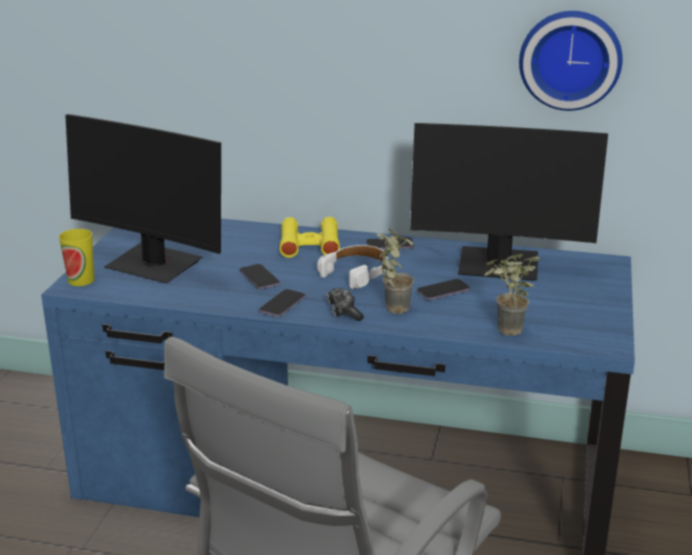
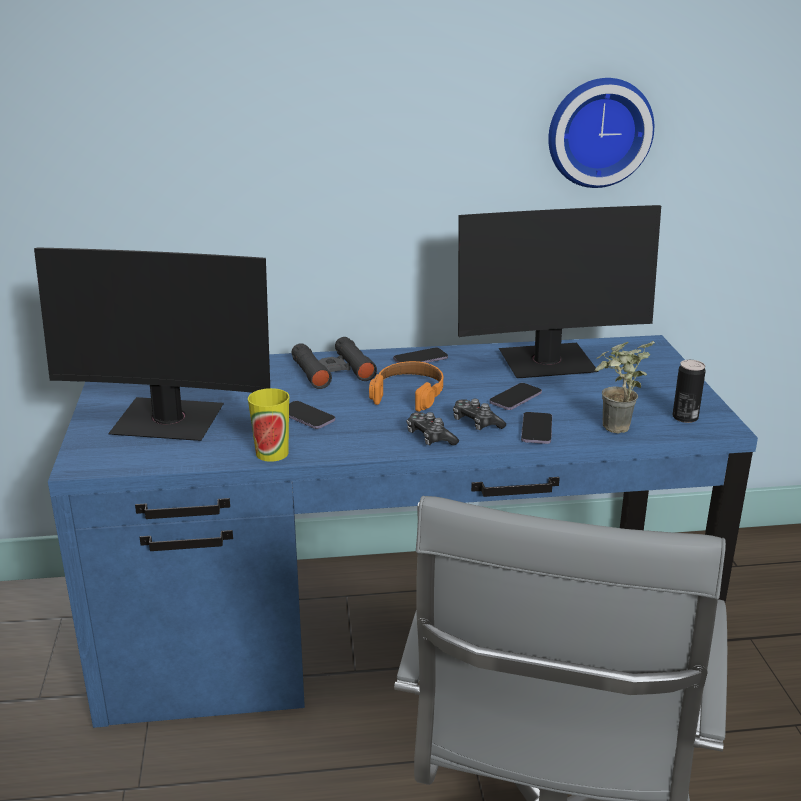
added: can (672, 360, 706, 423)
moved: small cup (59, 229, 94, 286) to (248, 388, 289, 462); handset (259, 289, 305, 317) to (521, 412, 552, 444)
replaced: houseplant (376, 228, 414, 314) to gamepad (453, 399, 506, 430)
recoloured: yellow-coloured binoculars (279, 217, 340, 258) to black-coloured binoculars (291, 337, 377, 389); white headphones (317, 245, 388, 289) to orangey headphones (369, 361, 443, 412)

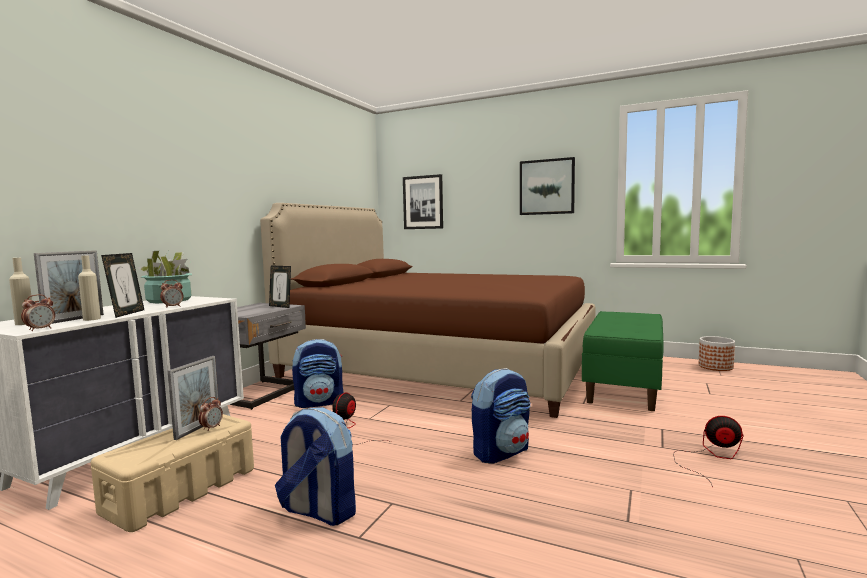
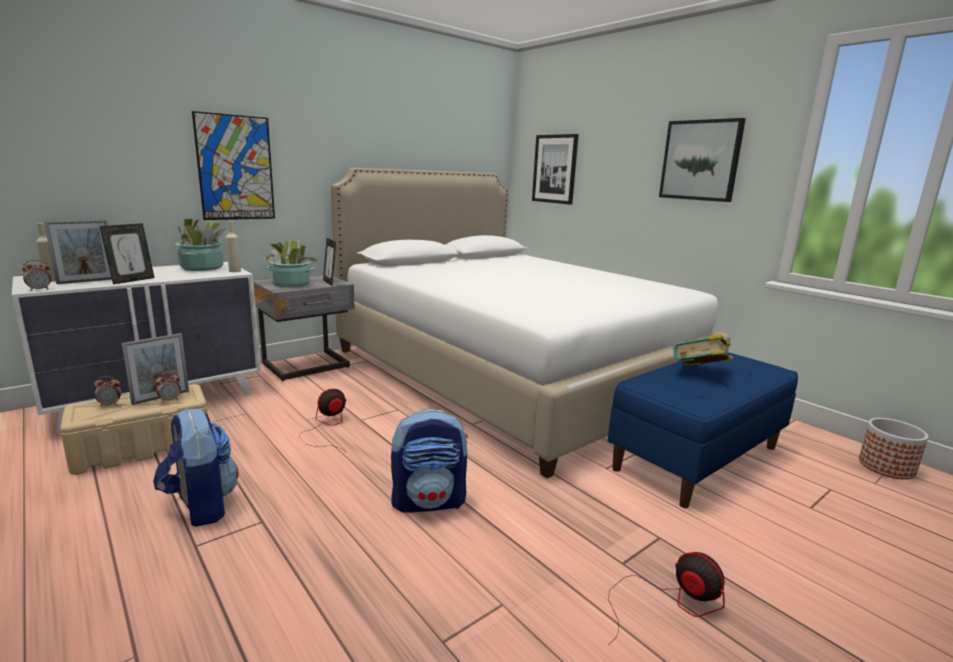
removed: backpack (292, 339, 344, 408)
added: picture (192, 111, 275, 220); houseplant (263, 240, 318, 287); book (673, 334, 734, 366)
moved: sand-coloured bottle (78, 256, 101, 321) to (226, 221, 241, 272); bedside clock (160, 280, 183, 308) to (94, 376, 122, 406)
recoloured: brownish bedroom bed (260, 203, 596, 418) to white bedroom bed (331, 168, 730, 478); green indoor bench (582, 311, 664, 411) to blue-coloured indoor bench (608, 352, 798, 508)

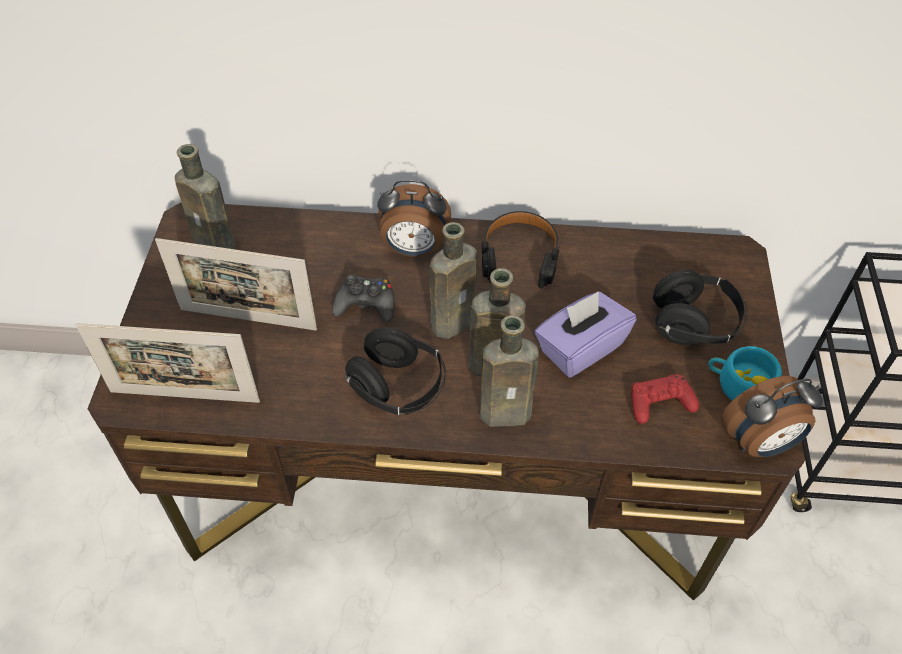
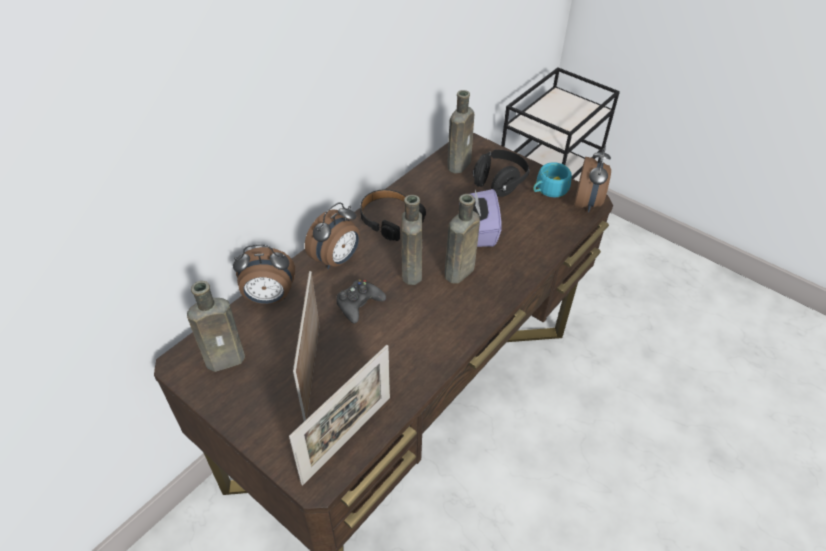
removed: black-coloured headphones (343, 327, 446, 415); red-coloured gamepad (631, 374, 699, 424)
added: bedside clock (233, 244, 295, 304)
moved: brownish bottle (480, 315, 539, 427) to (447, 90, 474, 174)
turned: picture frame (155, 238, 317, 331) = (293, 271, 320, 421) 135 degrees clockwise

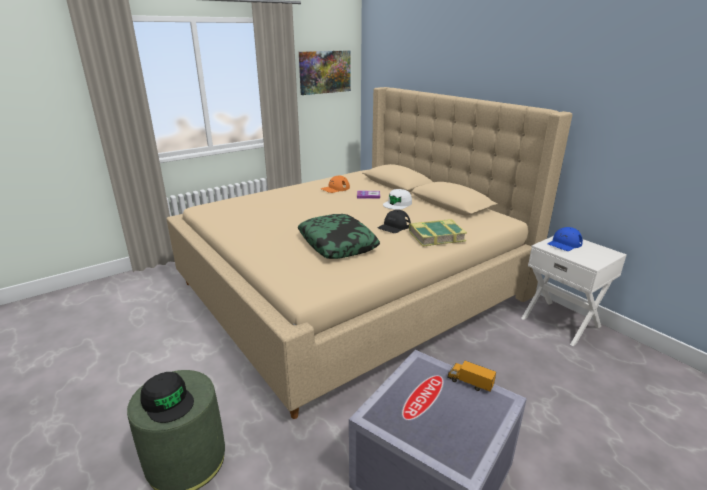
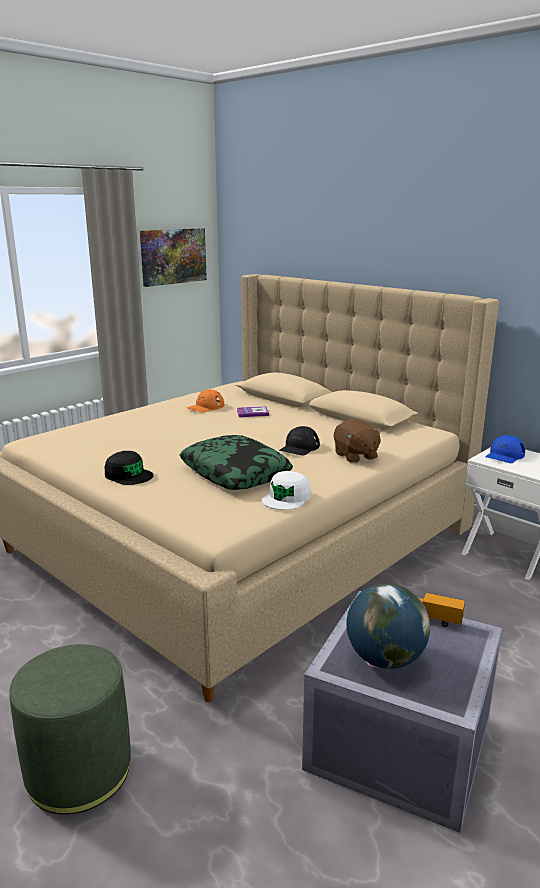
added: globe (346, 583, 430, 669)
moved: black-coloured cap (140, 372, 194, 423) to (105, 451, 154, 485); white cap (383, 189, 412, 210) to (262, 471, 311, 510)
replaced: book (409, 219, 467, 247) to brownish plush toy (334, 419, 383, 463)

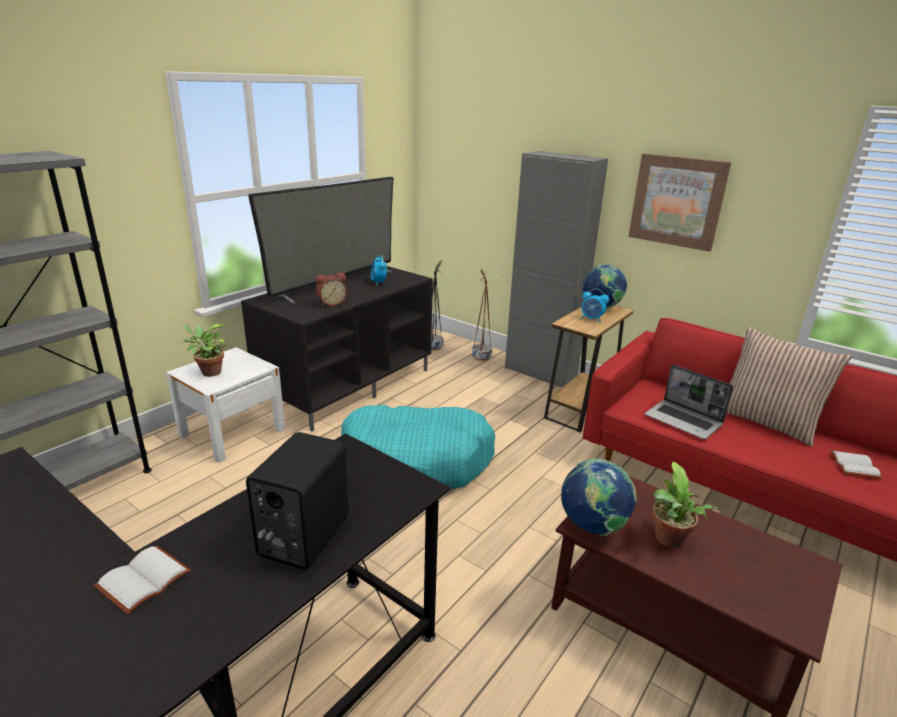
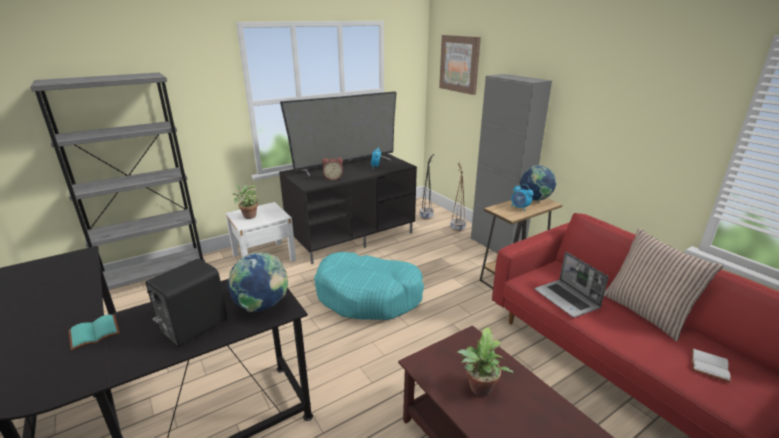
moved: globe (561, 458, 637, 536) to (228, 252, 288, 312); picture (628, 153, 732, 252) to (439, 35, 481, 95)
recoloured: white book (94, 546, 191, 615) to turquoise book (68, 315, 120, 351)

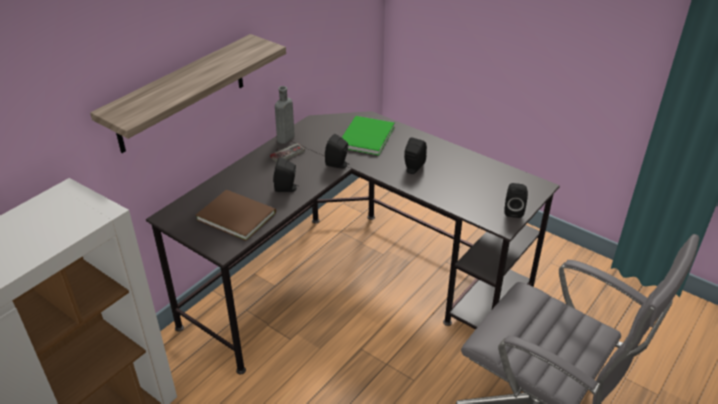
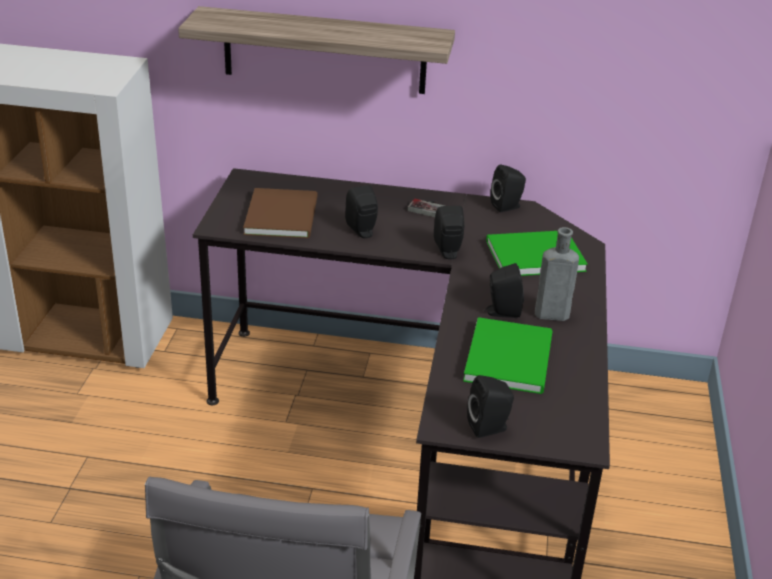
added: green book (463, 317, 553, 394); black-coloured speaker (490, 164, 526, 212)
moved: grey bottle (275, 86, 294, 144) to (535, 227, 579, 321)

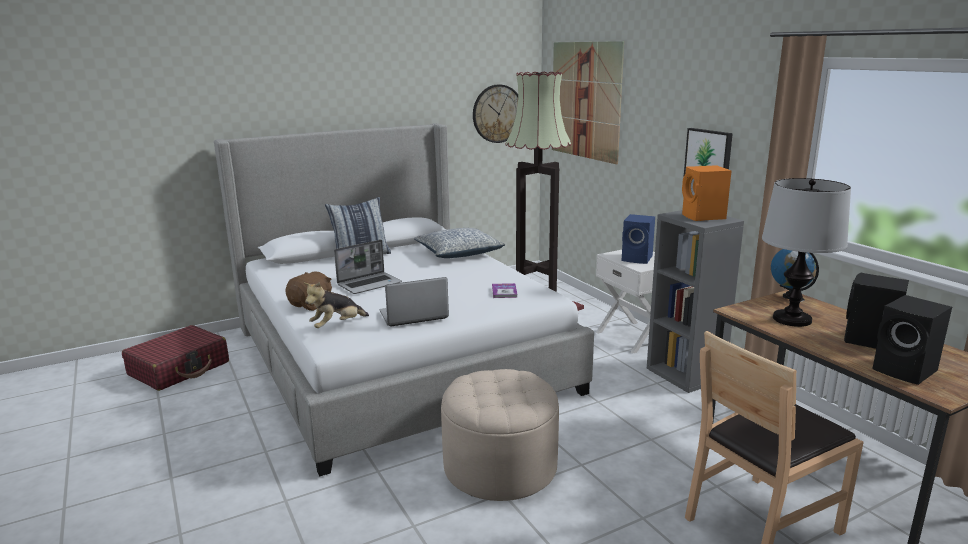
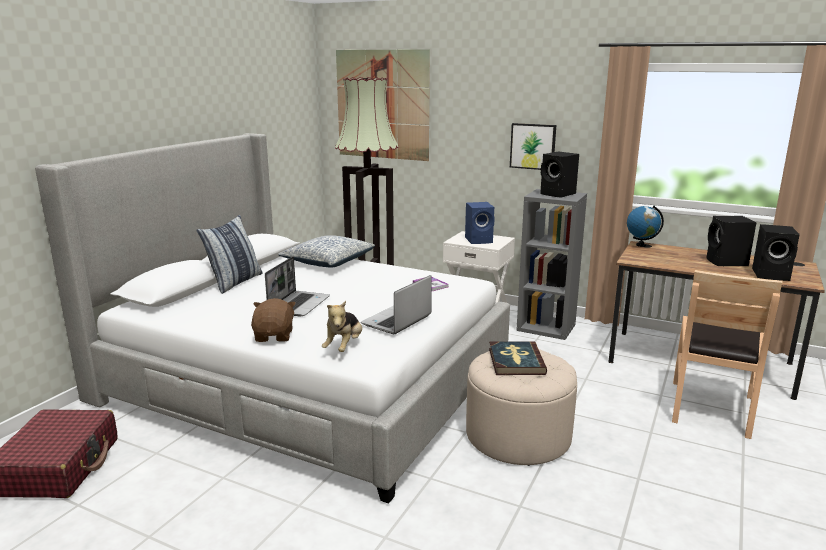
removed: clock on the wall (473, 84, 518, 143); table lamp (762, 178, 851, 327)
added: book (489, 341, 547, 375)
recoloured: orangey speaker (682, 165, 731, 221) to black-coloured speaker (540, 151, 579, 198)

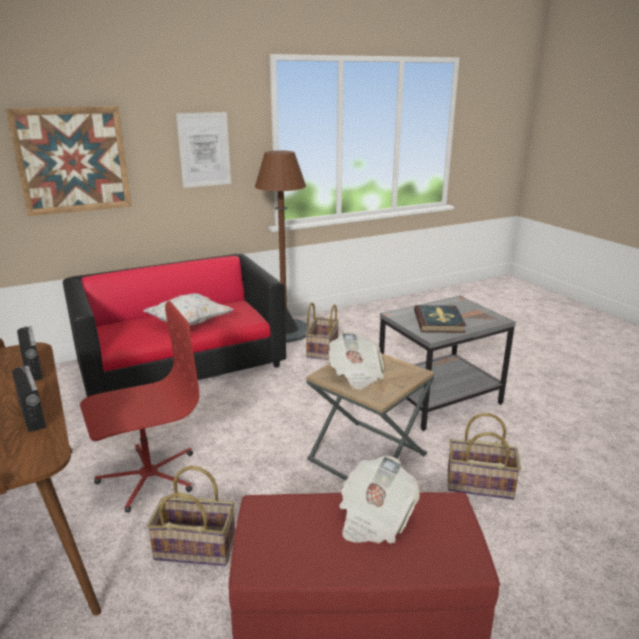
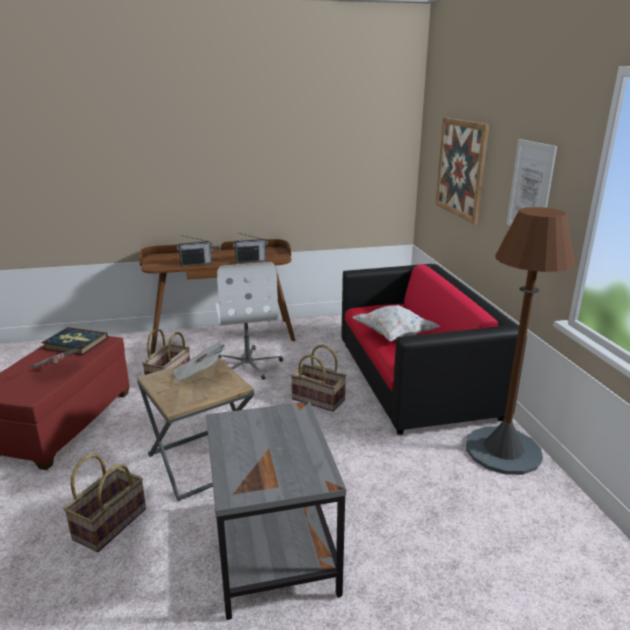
moved: storage basket (305, 302, 339, 360) to (291, 345, 347, 412); book (414, 305, 466, 333) to (41, 327, 108, 355)
recoloured: red-coloured computer chair (80, 301, 199, 513) to white computer chair (215, 262, 283, 380)

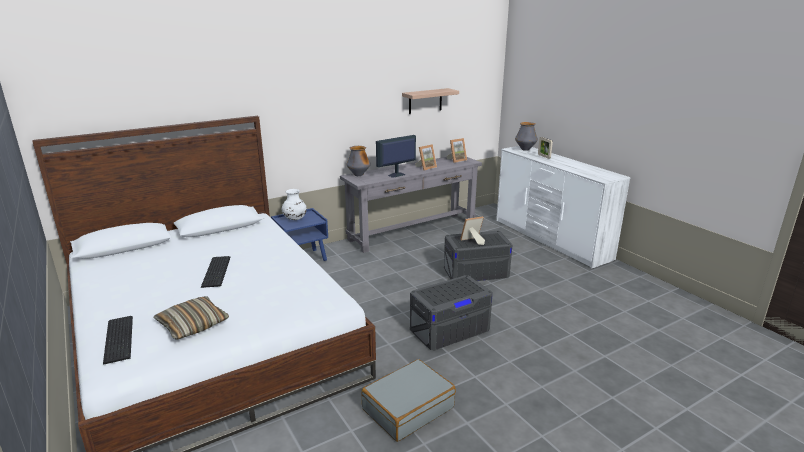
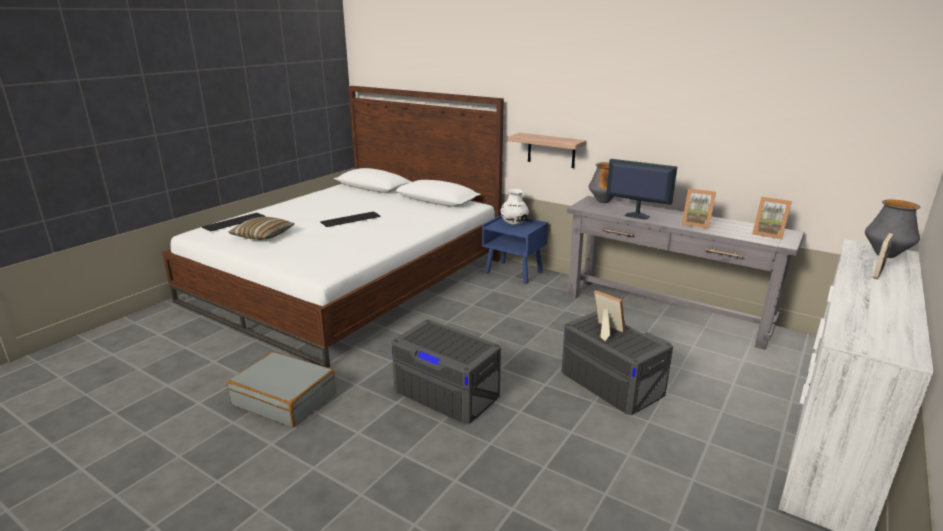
moved: bracket shelf (402, 88, 459, 114) to (508, 133, 586, 168)

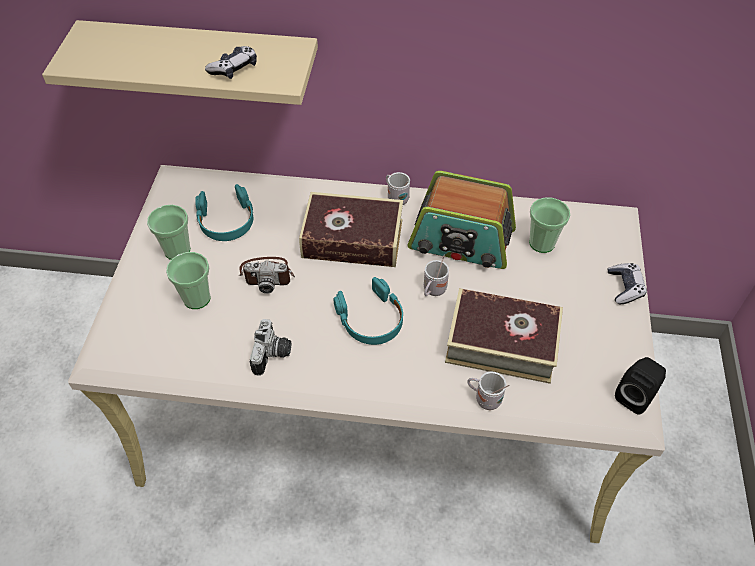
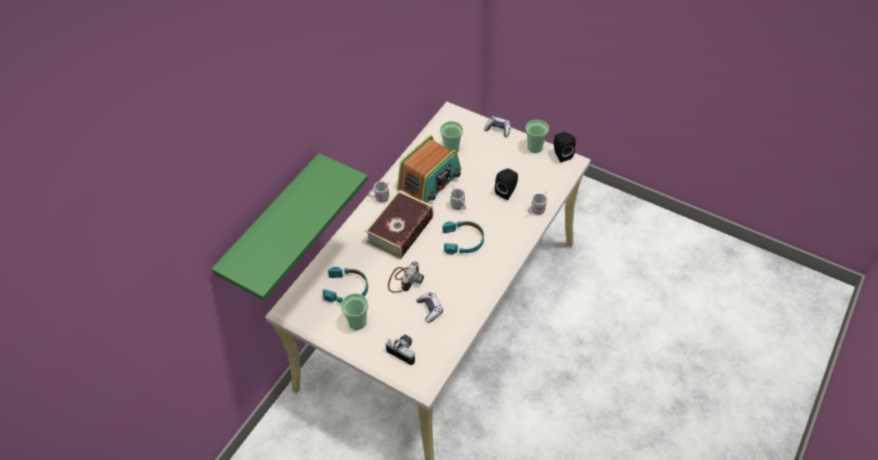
moved: small cup (166, 252, 211, 309) to (526, 120, 549, 153); gamepad (205, 46, 257, 79) to (416, 292, 443, 323); photo camera (250, 319, 291, 376) to (385, 335, 415, 365)
replaced: book (445, 288, 563, 384) to black-coloured speaker (495, 169, 518, 200)
recoloured: sand-coloured bracket shelf (42, 20, 318, 105) to green bracket shelf (212, 153, 368, 301)

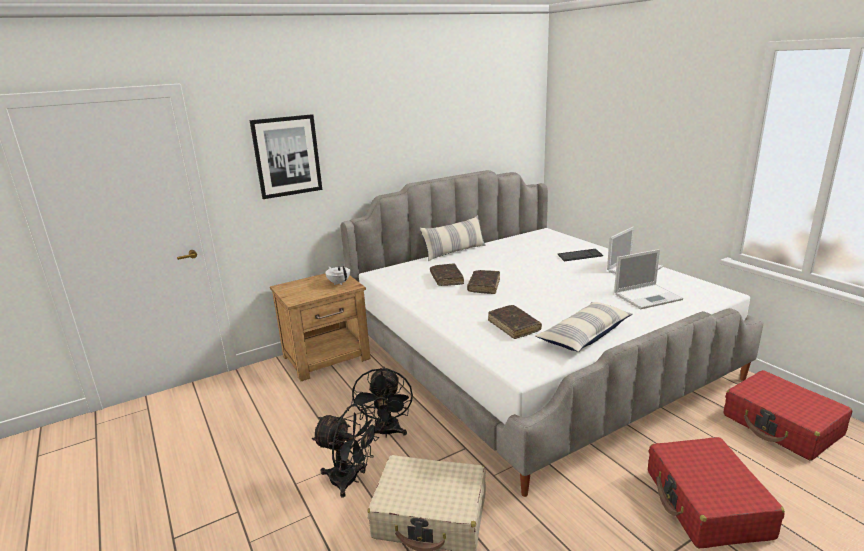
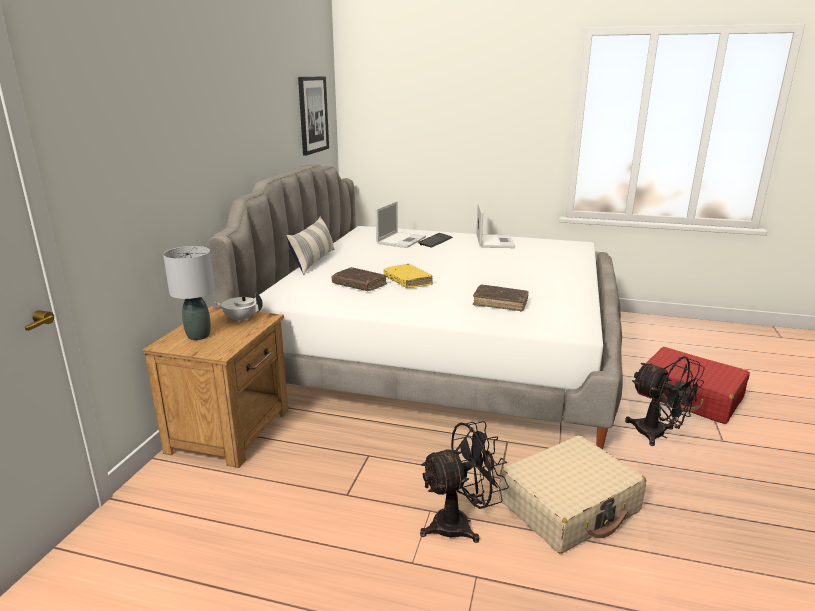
removed: throw pillow (535, 302, 633, 352); red-coloured suitcase (724, 370, 852, 461)
added: grey table lamp (163, 246, 215, 340)
moved: picture (250, 114, 322, 199) to (298, 76, 329, 156); black-coloured fan (351, 366, 413, 438) to (625, 356, 705, 446); notebook computer (614, 249, 683, 309) to (376, 201, 426, 248)
recoloured: brownish book (467, 270, 500, 294) to yellow-coloured book (383, 264, 433, 288)

